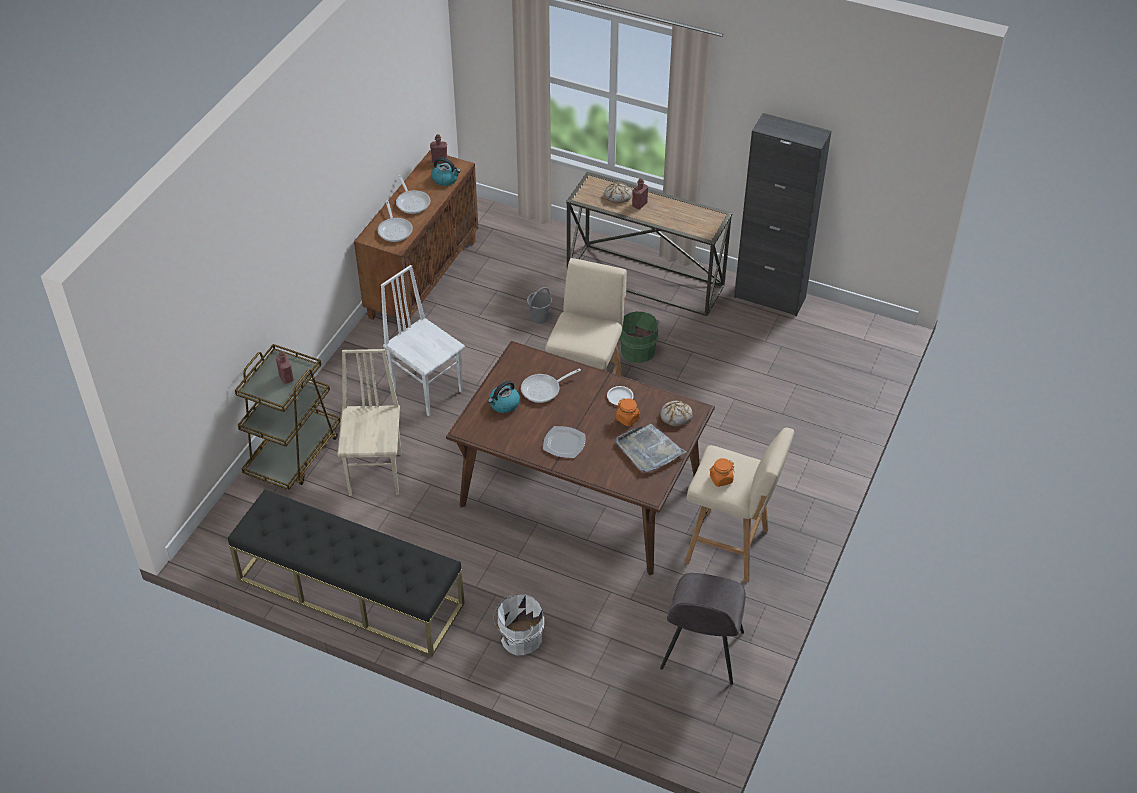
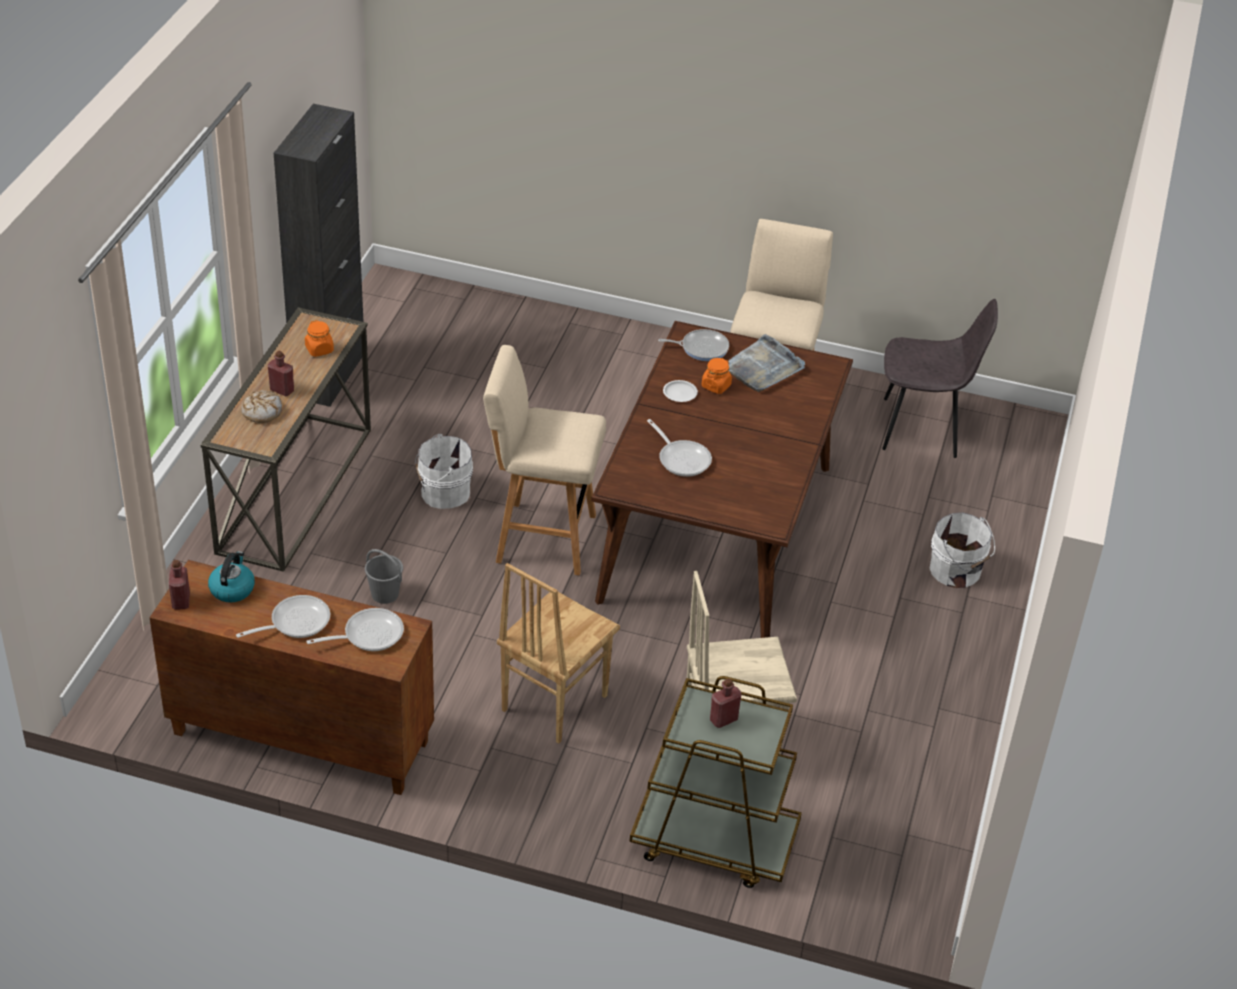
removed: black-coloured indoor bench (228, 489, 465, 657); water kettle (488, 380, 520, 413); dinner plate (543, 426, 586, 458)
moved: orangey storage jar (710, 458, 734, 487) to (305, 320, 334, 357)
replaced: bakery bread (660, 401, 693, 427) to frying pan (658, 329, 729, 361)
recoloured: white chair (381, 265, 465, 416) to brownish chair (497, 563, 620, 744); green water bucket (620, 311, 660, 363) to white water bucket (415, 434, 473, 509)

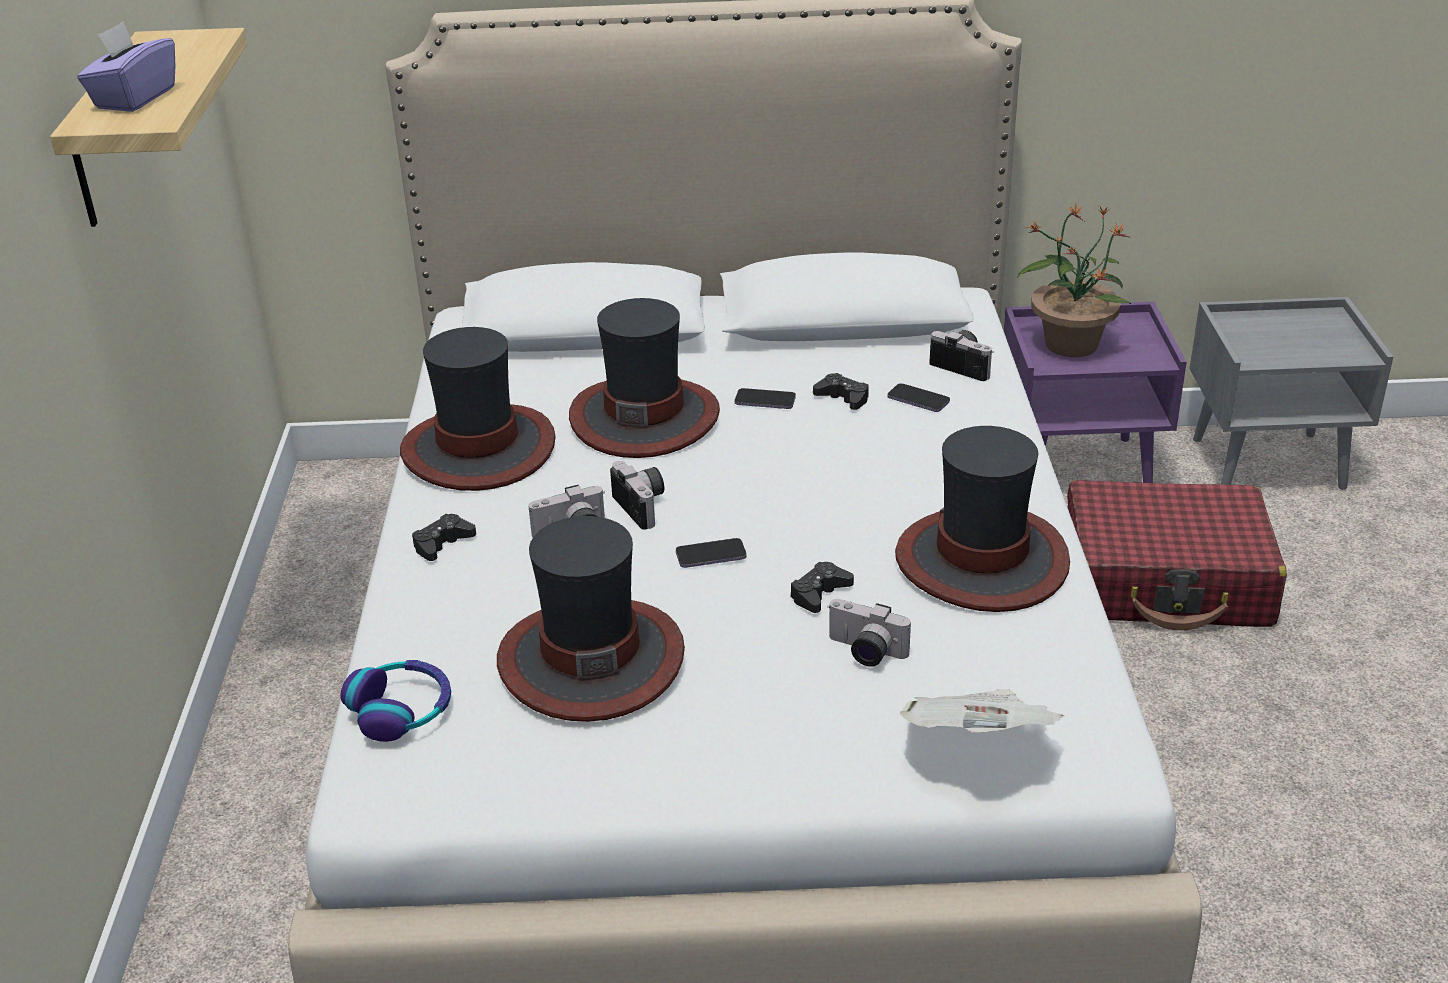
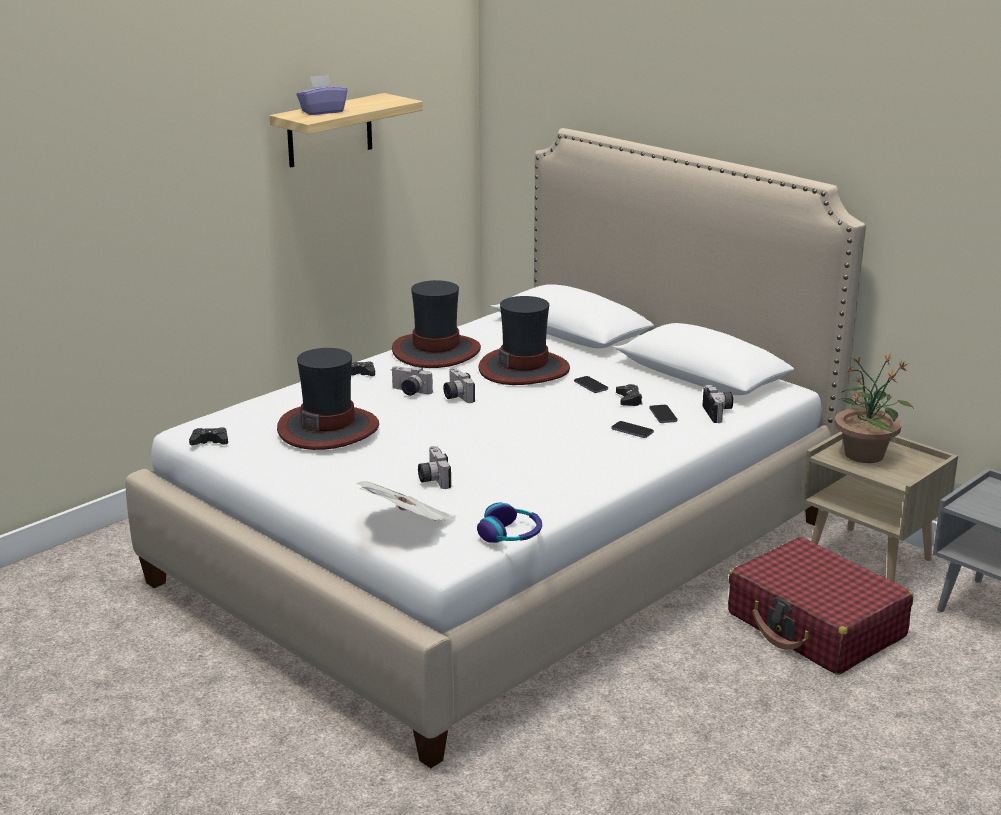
removed: clothing hat (895, 426, 1070, 612)
moved: headphones (340, 660, 451, 742) to (477, 503, 542, 543); handset (676, 538, 747, 568) to (611, 421, 654, 438); black-coloured gamepad (790, 562, 854, 613) to (189, 428, 228, 445)
recoloured: purple-coloured nightstand (1004, 302, 1187, 483) to sand-coloured nightstand (802, 431, 958, 582)
turned: photo camera (610, 461, 664, 530) = (443, 368, 475, 403) 135 degrees clockwise

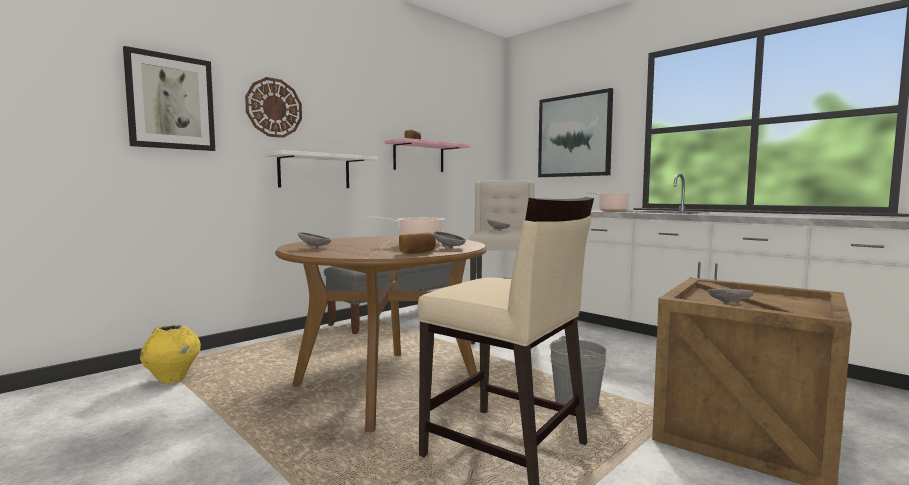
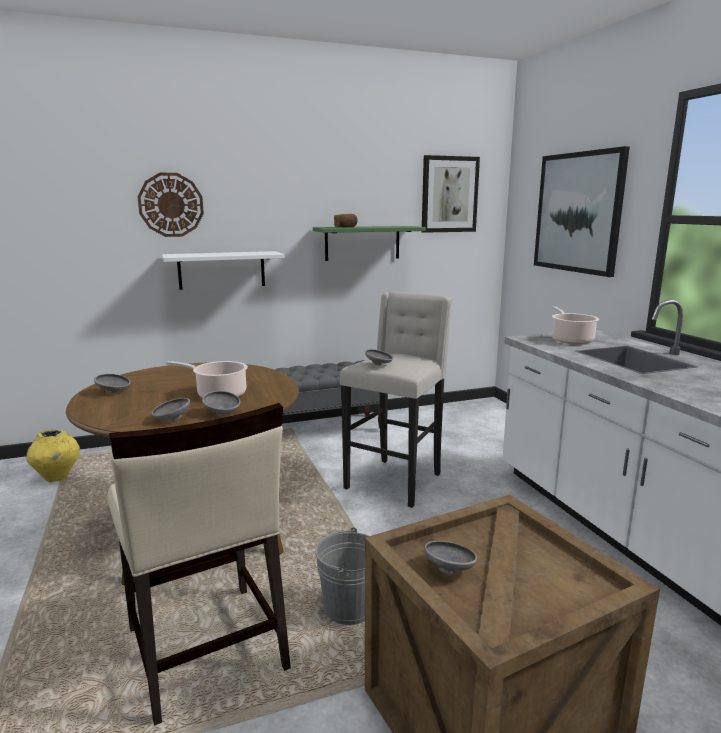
moved: picture (123, 46, 215, 151) to (422, 155, 480, 233)
replaced: bakery bread (399, 232, 436, 254) to grey bowl (151, 398, 190, 421)
recoloured: pink-coloured bracket shelf (385, 138, 471, 172) to green bracket shelf (313, 226, 426, 261)

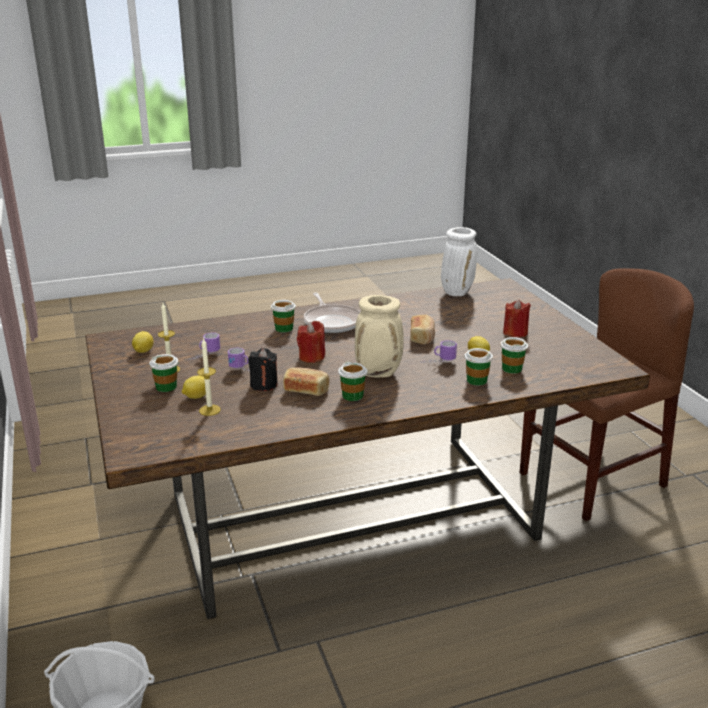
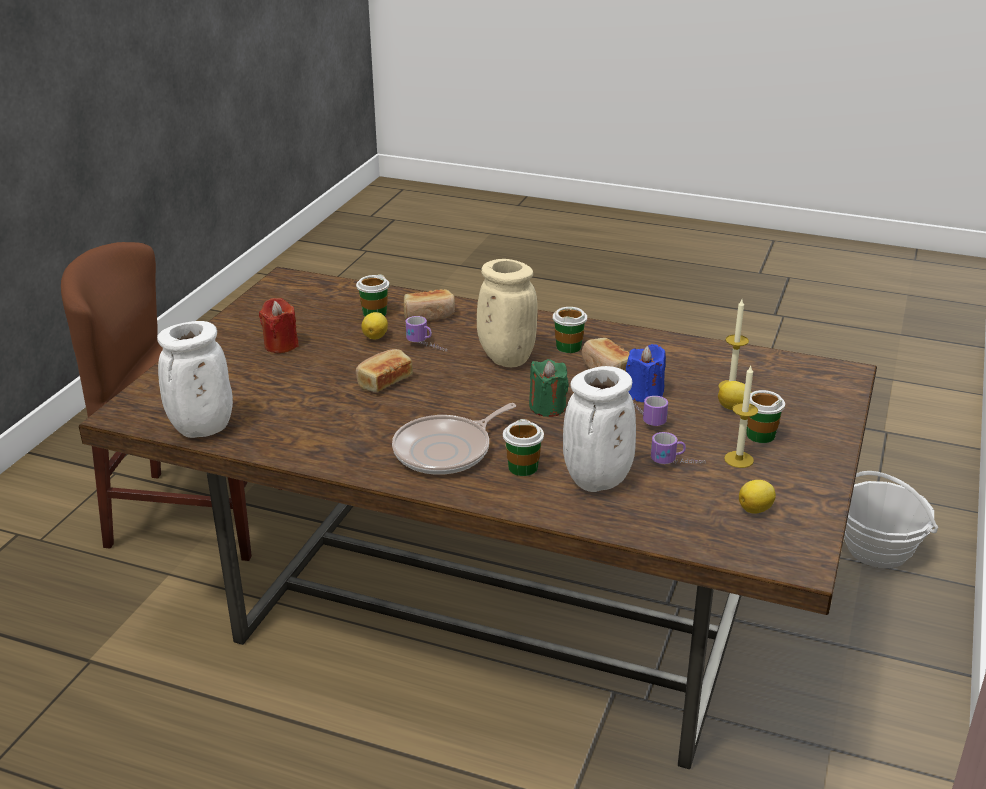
added: white vase (563, 366, 636, 492)
replaced: small cup (464, 348, 493, 385) to bakery bread (404, 289, 455, 322)
recoloured: black-coloured wax candle (248, 348, 278, 391) to blue-coloured wax candle (626, 344, 666, 402); red-coloured wax candle (297, 321, 325, 363) to green wax candle (529, 359, 569, 417)
turned: frying pan (304, 293, 360, 333) = (392, 403, 516, 475) 150 degrees counterclockwise

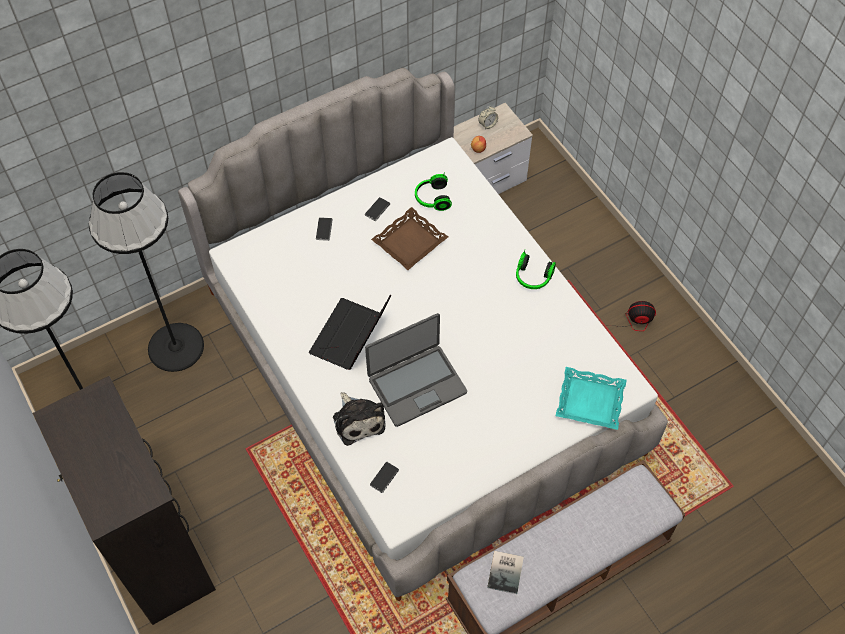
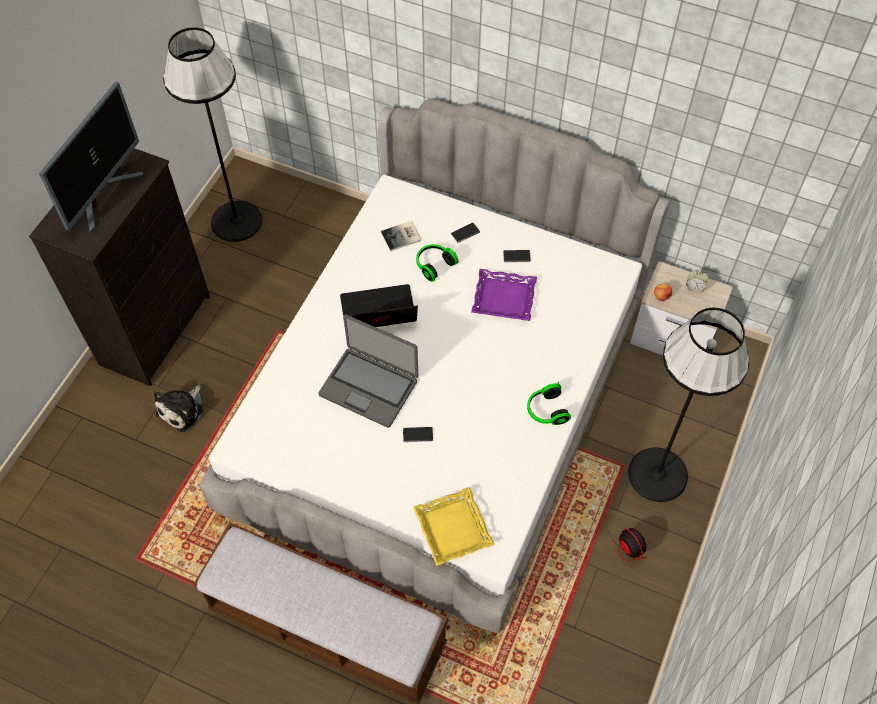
added: monitor (39, 82, 143, 233)
moved: black-coloured standard lamp (89, 172, 204, 372) to (628, 308, 749, 502); plush toy (333, 392, 386, 446) to (154, 385, 204, 432); handset (370, 462, 399, 493) to (403, 427, 433, 442); headphones (415, 172, 452, 211) to (416, 244, 459, 282); book (487, 551, 524, 594) to (381, 221, 421, 251)
recoloured: brownish carrying tray (371, 207, 448, 270) to purple-coloured carrying tray (471, 269, 537, 321); turquoise carrying tray (555, 367, 627, 430) to yellow-coloured carrying tray (413, 487, 495, 566)

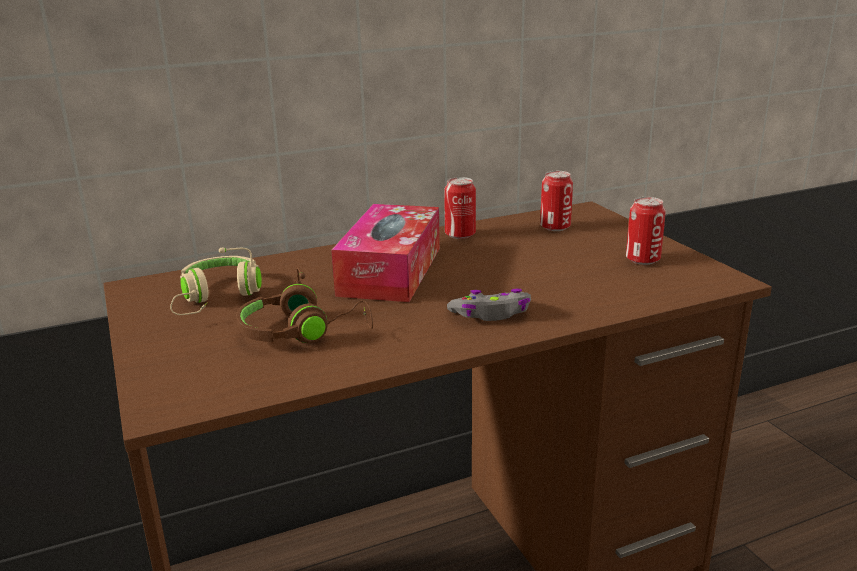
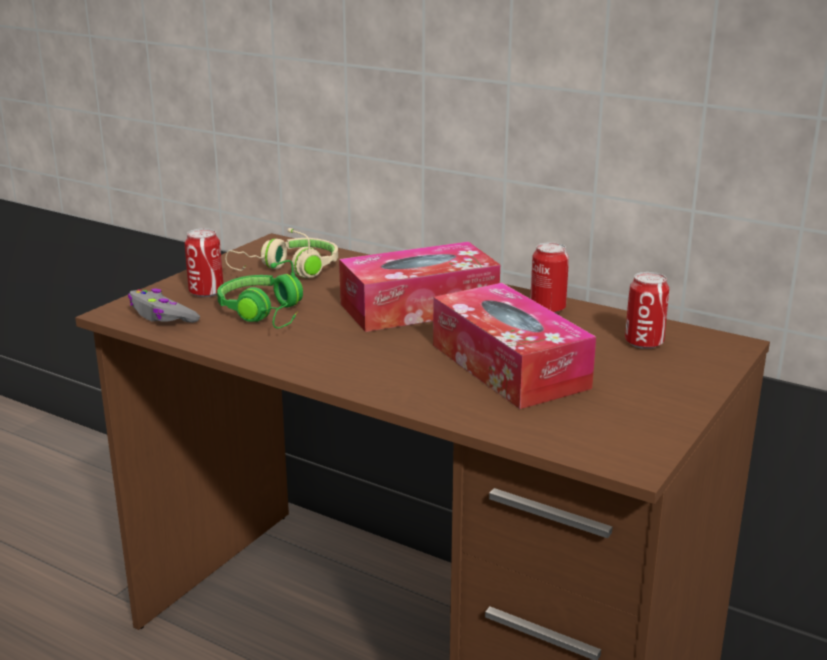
added: tissue box (433, 283, 596, 409)
moved: grey gamepad (447, 289, 531, 321) to (128, 288, 200, 323); can (626, 197, 666, 265) to (185, 228, 223, 297)
recoloured: brownish headphones (236, 267, 373, 343) to green headphones (217, 260, 303, 329)

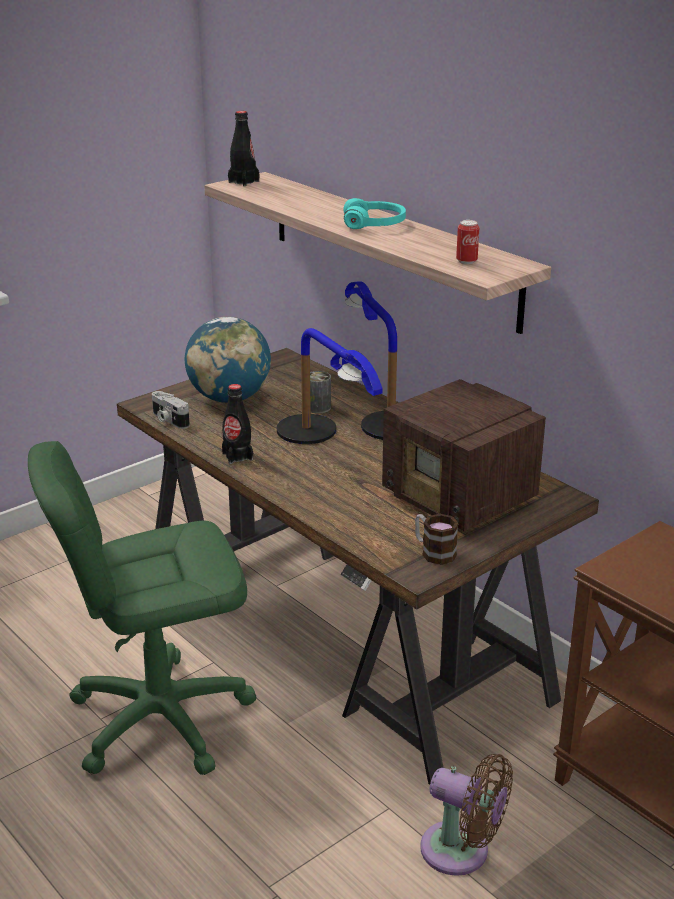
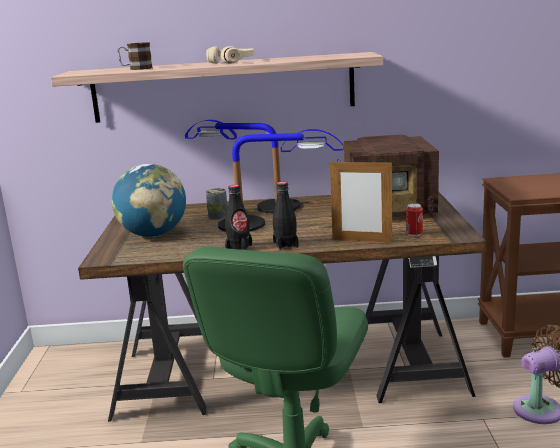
removed: photo camera (152, 391, 190, 429)
added: picture frame (330, 159, 392, 242)
moved: black-coloured bottle (228, 111, 259, 186) to (273, 182, 299, 250); tea mug (415, 514, 459, 565) to (118, 42, 153, 70); can (456, 220, 479, 264) to (406, 203, 423, 237)
recoloured: turquoise headphones (343, 198, 406, 229) to sand-coloured headphones (206, 46, 254, 64)

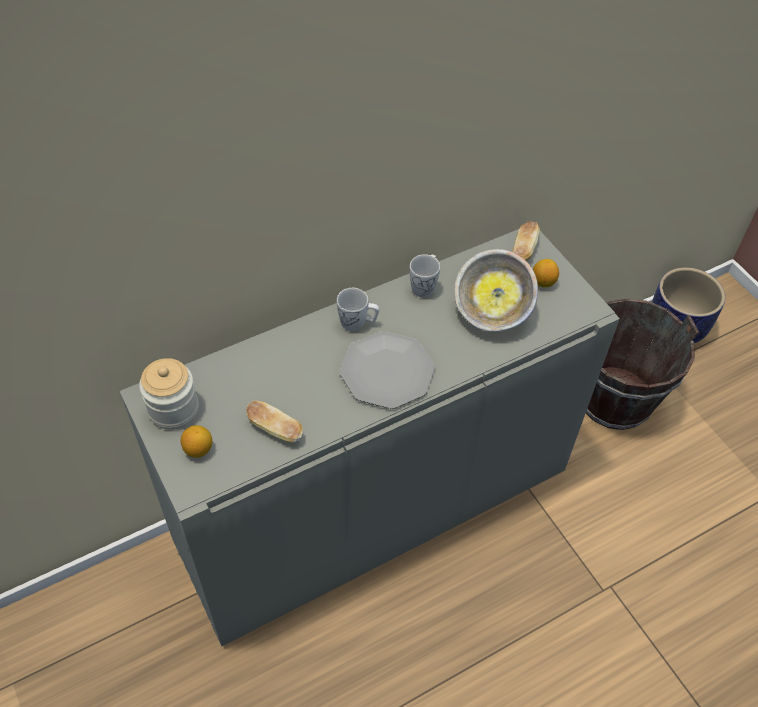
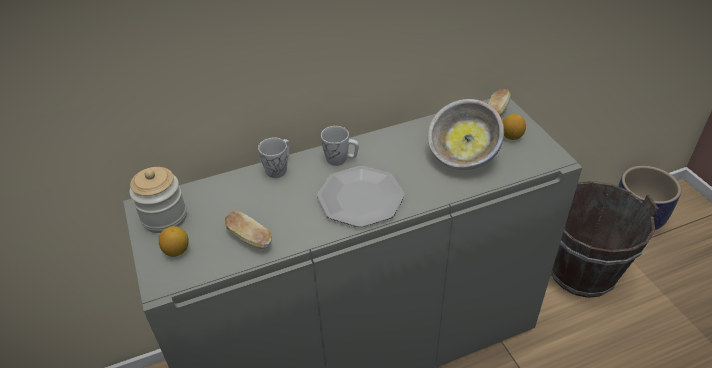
moved: white tea mug (410, 254, 440, 297) to (258, 137, 290, 178)

